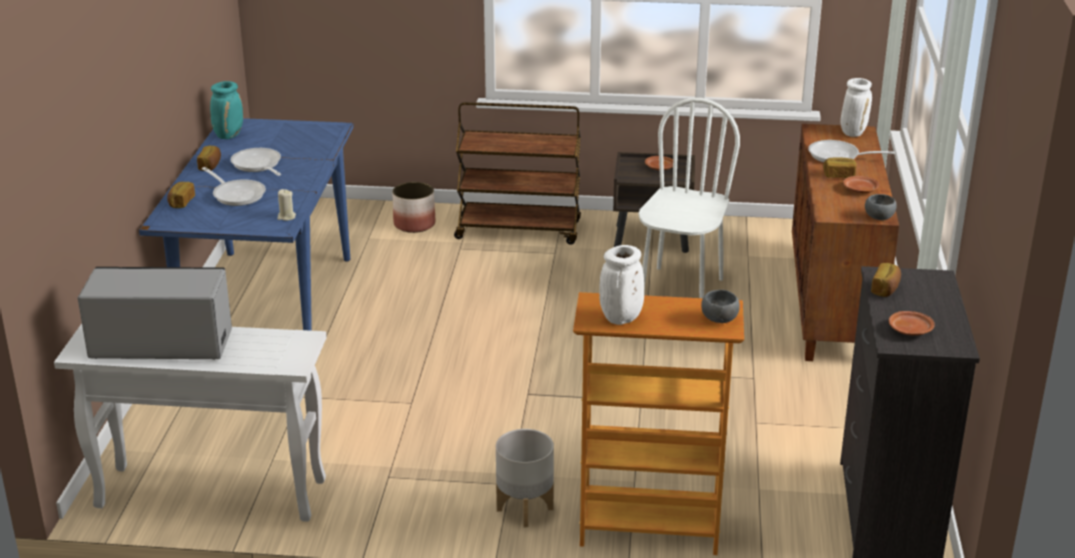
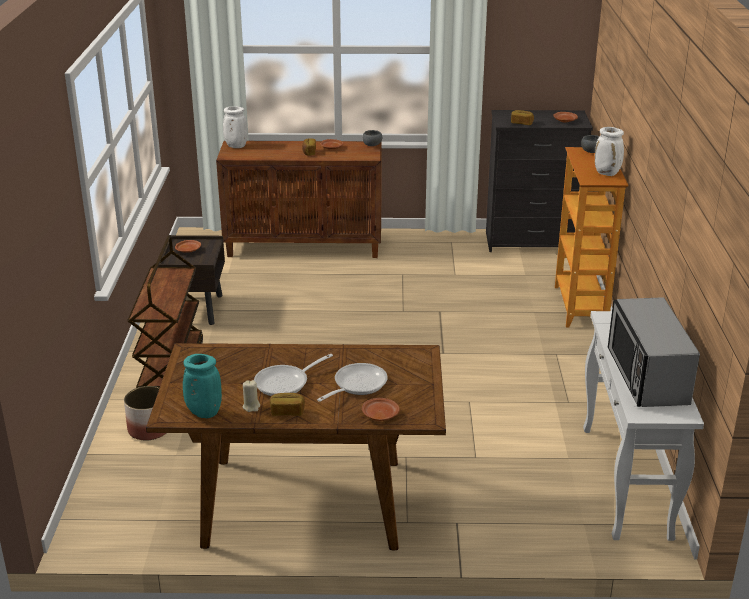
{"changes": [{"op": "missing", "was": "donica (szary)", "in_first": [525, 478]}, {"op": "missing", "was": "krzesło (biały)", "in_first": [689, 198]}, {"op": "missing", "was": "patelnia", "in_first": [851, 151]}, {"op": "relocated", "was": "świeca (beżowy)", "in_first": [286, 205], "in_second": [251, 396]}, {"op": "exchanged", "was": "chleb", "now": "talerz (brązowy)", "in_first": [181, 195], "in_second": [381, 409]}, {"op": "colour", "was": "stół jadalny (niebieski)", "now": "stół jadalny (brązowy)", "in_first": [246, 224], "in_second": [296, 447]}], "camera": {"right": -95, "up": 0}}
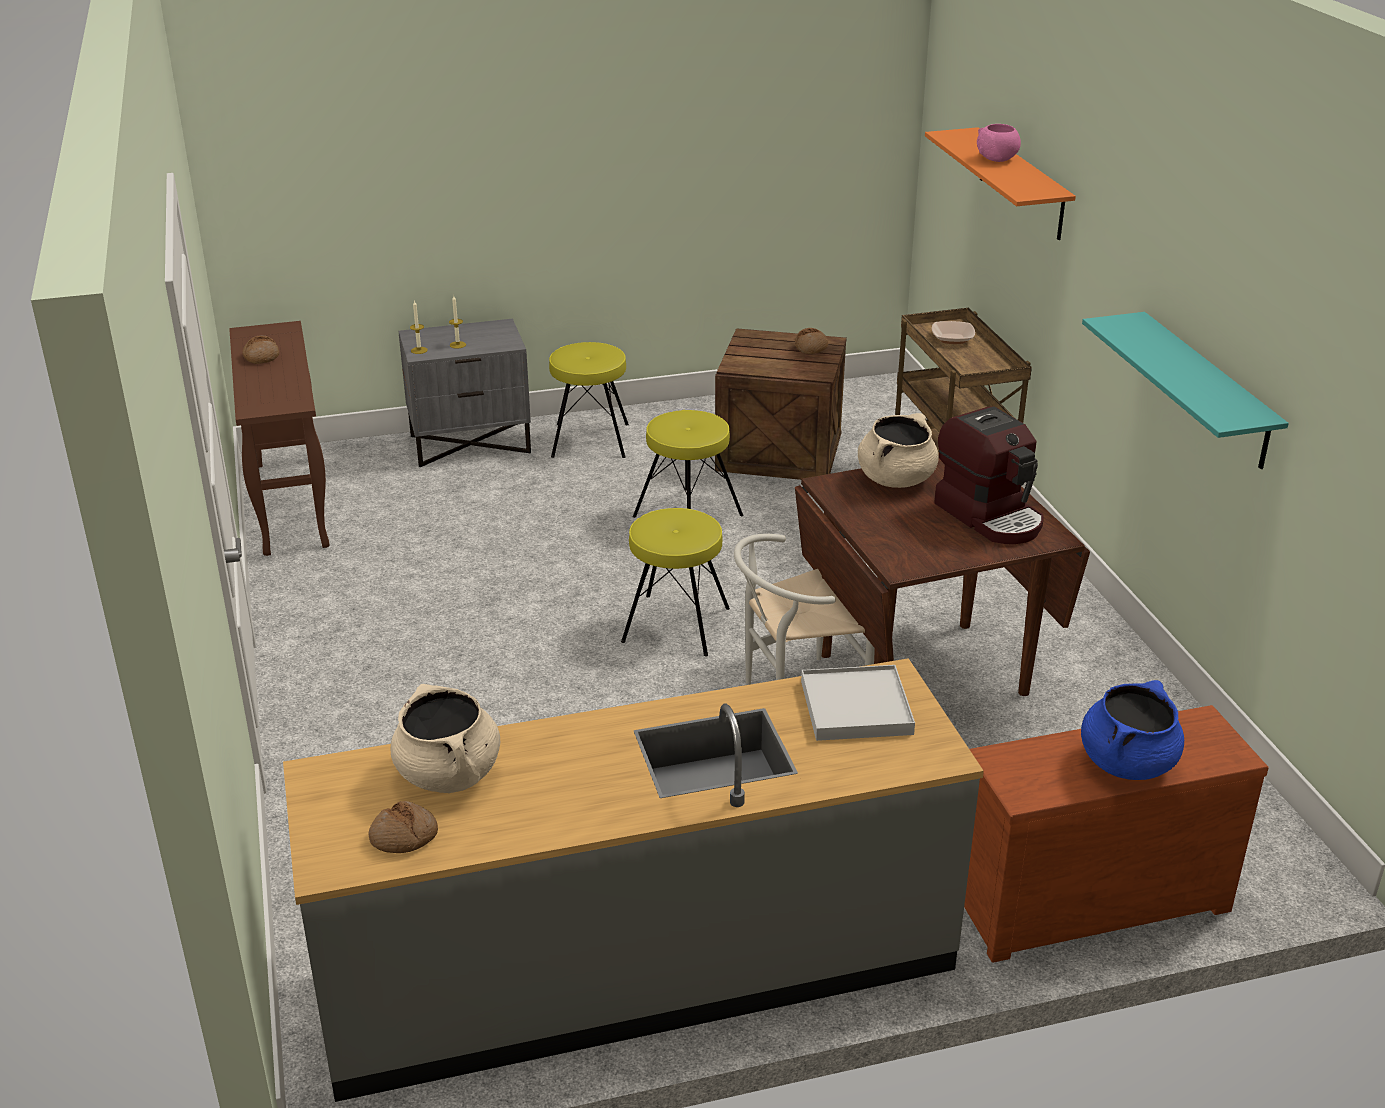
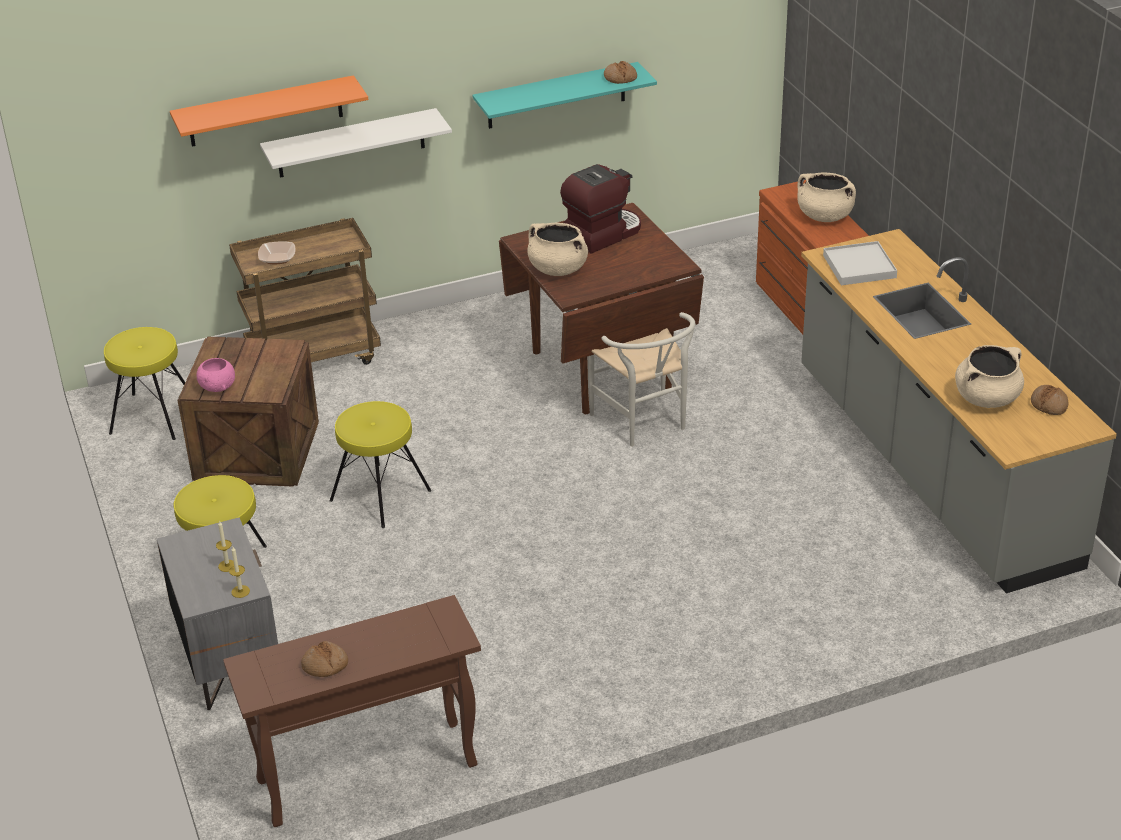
{"changes": [{"op": "appeared", "now": "półka (biały)", "in_second": [356, 143]}, {"op": "relocated", "was": "stołek (żółty)", "in_first": [675, 582], "in_second": [144, 383]}, {"op": "relocated", "was": "chleb", "in_first": [811, 341], "in_second": [620, 72]}, {"op": "relocated", "was": "miska (różowy)", "in_first": [999, 143], "in_second": [215, 375]}, {"op": "colour", "was": "garnek (niebieski)", "now": "garnek (beżowy)", "in_first": [1132, 730], "in_second": [826, 197]}], "camera": {"right": -95, "up": 5}}
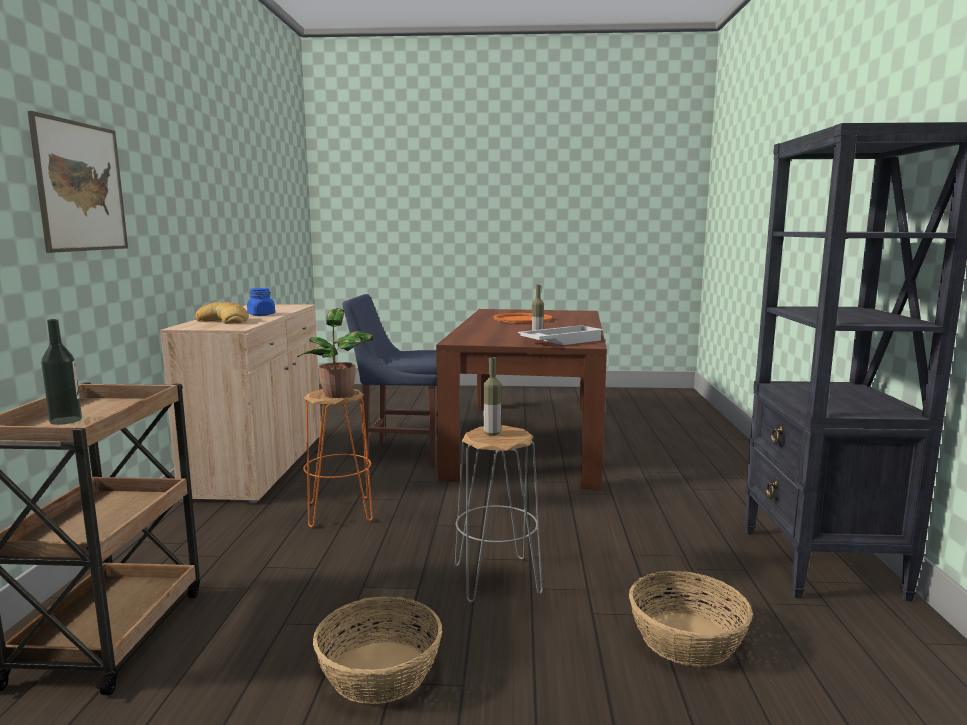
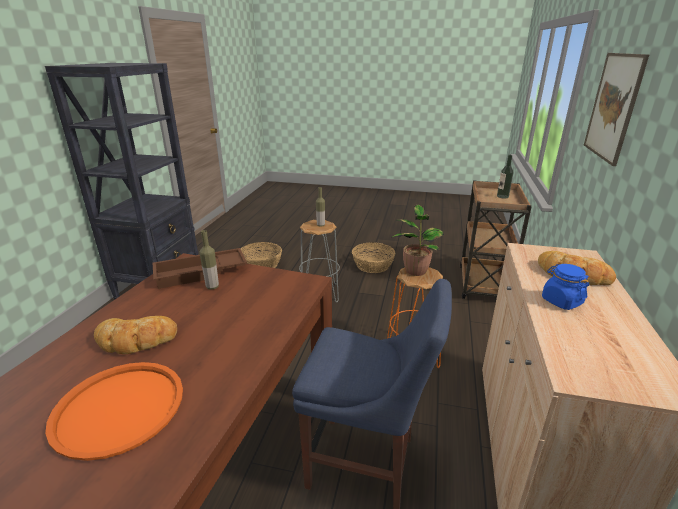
{"changes": [{"op": "appeared", "now": "chleb", "in_second": [135, 335]}, {"op": "colour", "was": "taca (biały)", "now": "taca (brązowy)", "in_first": [561, 335], "in_second": [200, 268]}], "camera": {"right": -170, "up": 15}}
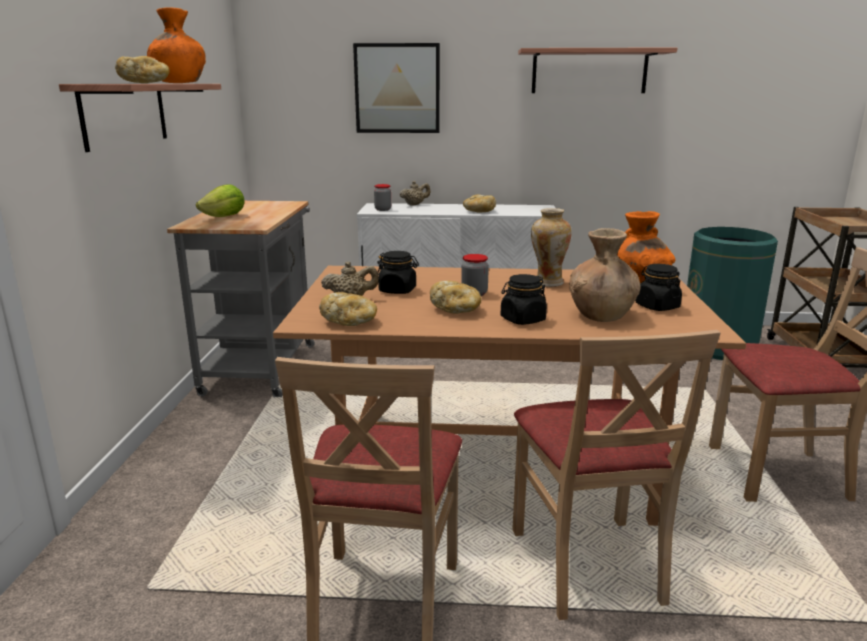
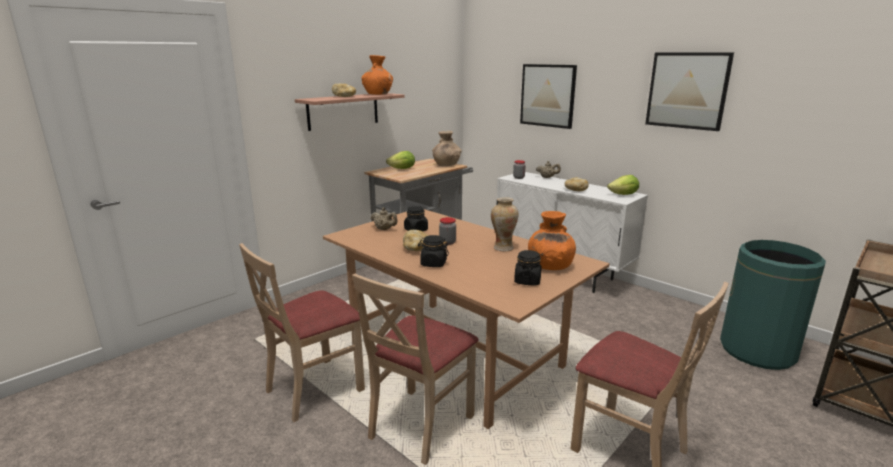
{"changes": [{"op": "missing", "was": "chleb", "in_first": [348, 309]}, {"op": "appeared", "now": "sałata", "in_second": [623, 185]}, {"op": "relocated", "was": "wazon (brązowy)", "in_first": [604, 275], "in_second": [447, 148]}, {"op": "exchanged", "was": "półka", "now": "obraz", "in_first": [597, 70], "in_second": [689, 91]}], "camera": {"right": 40, "up": 0}}
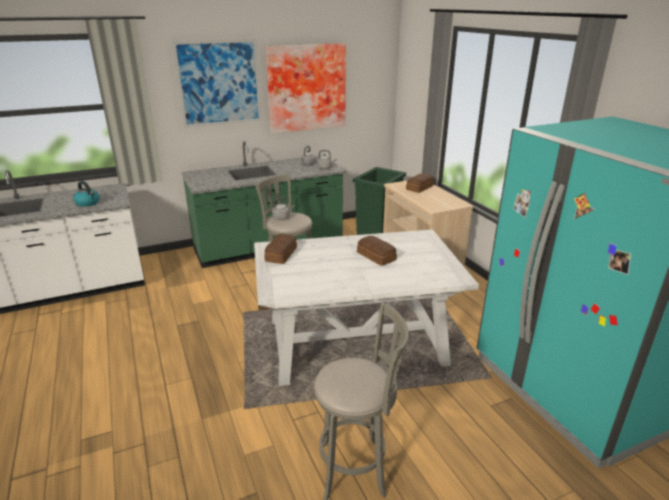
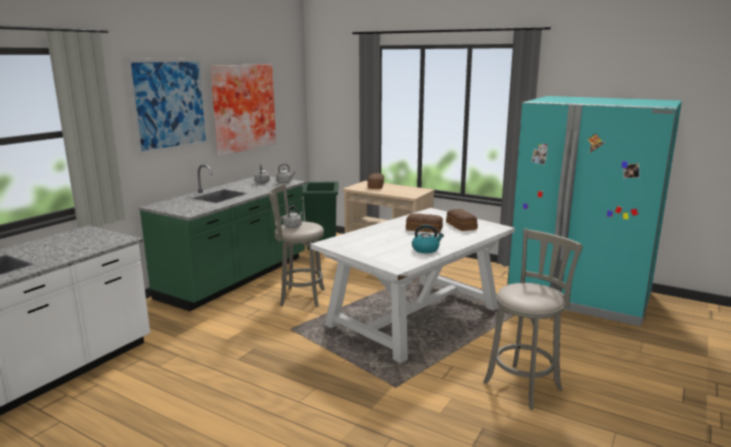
{"changes": [{"op": "relocated", "was": "czajnik", "in_first": [86, 194], "in_second": [428, 238]}, {"op": "relocated", "was": "chleb", "in_first": [281, 249], "in_second": [462, 220]}], "camera": {"right": -35, "up": -10}}
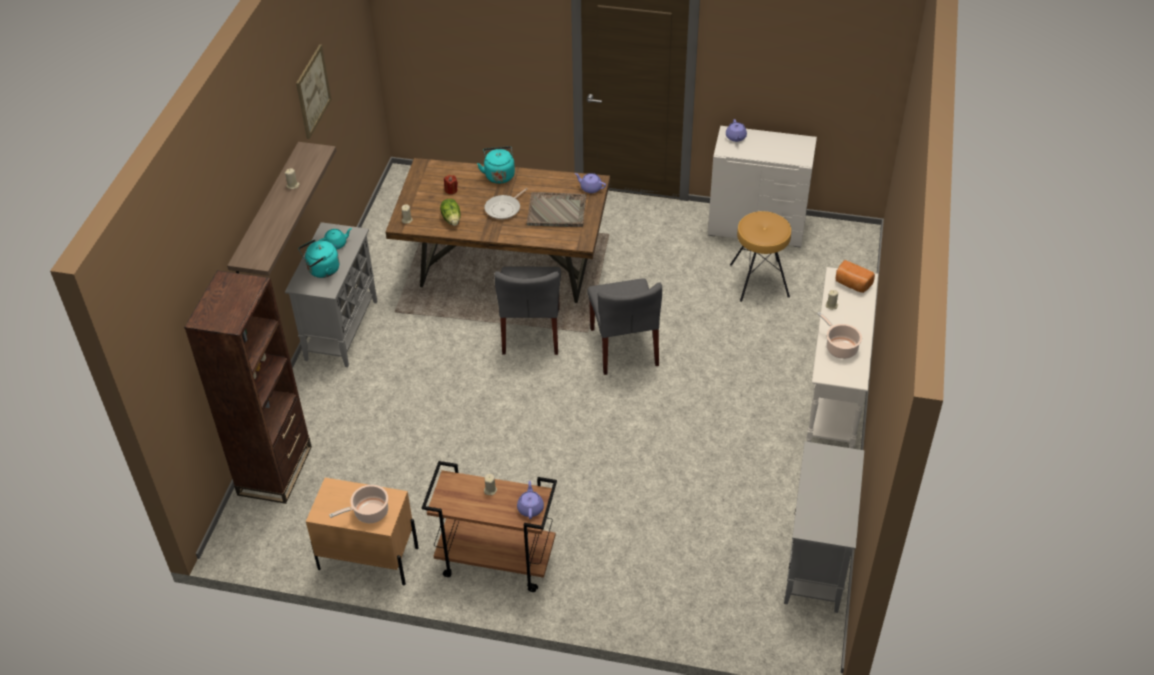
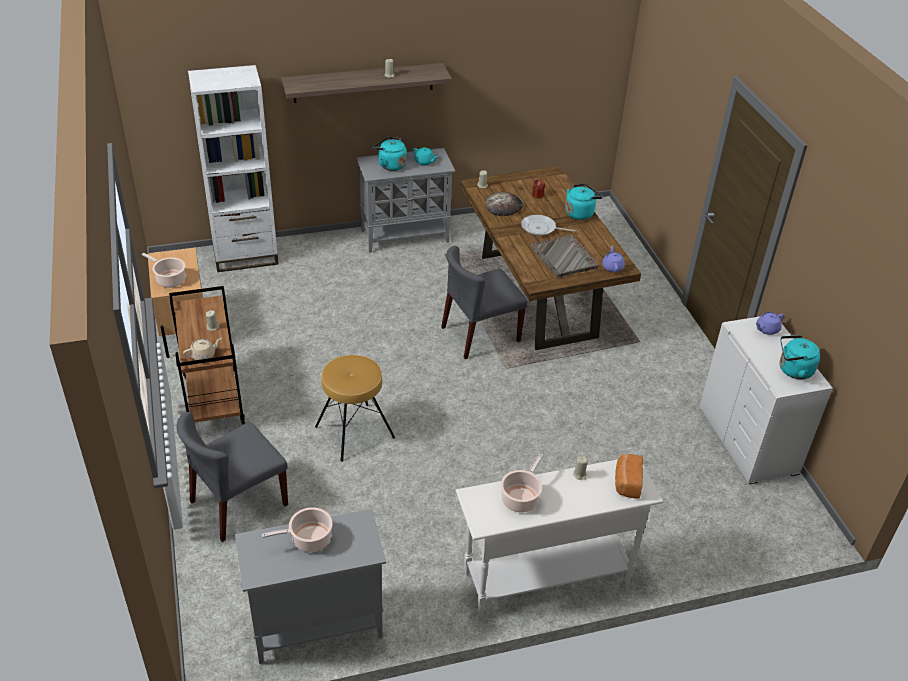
{"changes": [{"op": "missing", "was": "obraz", "in_first": [314, 91]}, {"op": "appeared", "now": "garnek", "in_second": [297, 529]}, {"op": "appeared", "now": "czajnik (turkusowy)", "in_second": [800, 357]}, {"op": "relocated", "was": "krzesło (szary)", "in_first": [625, 326], "in_second": [232, 477]}, {"op": "relocated", "was": "stołek (brązowy)", "in_first": [760, 256], "in_second": [355, 408]}, {"op": "exchanged", "was": "sałata", "now": "chleb", "in_first": [450, 212], "in_second": [504, 204]}, {"op": "colour", "was": "regał (brązowy)", "now": "regał (biały)", "in_first": [248, 387], "in_second": [233, 168]}, {"op": "colour", "was": "imbryk (fioletowy)", "now": "imbryk (beżowy)", "in_first": [530, 500], "in_second": [202, 349]}], "camera": {"right": 60, "up": -5}}
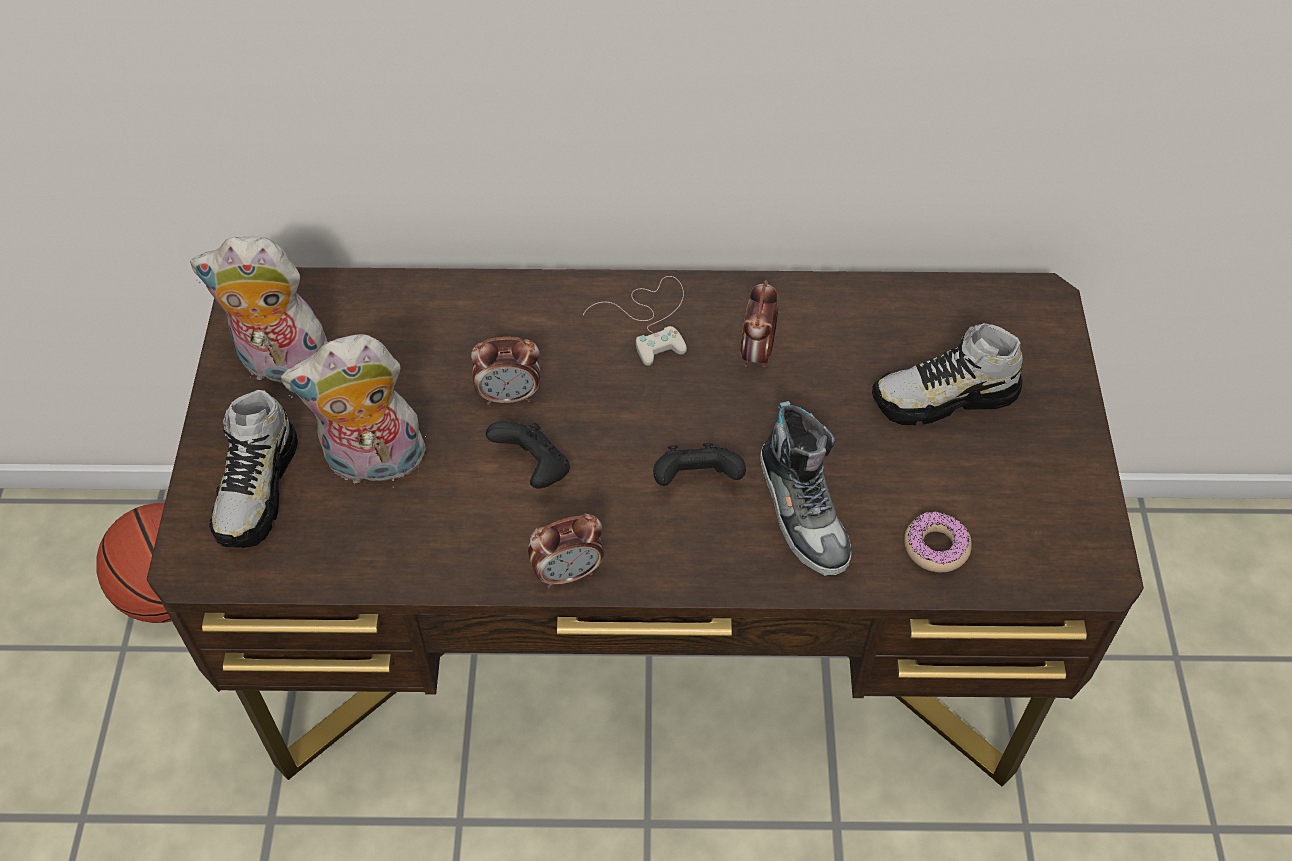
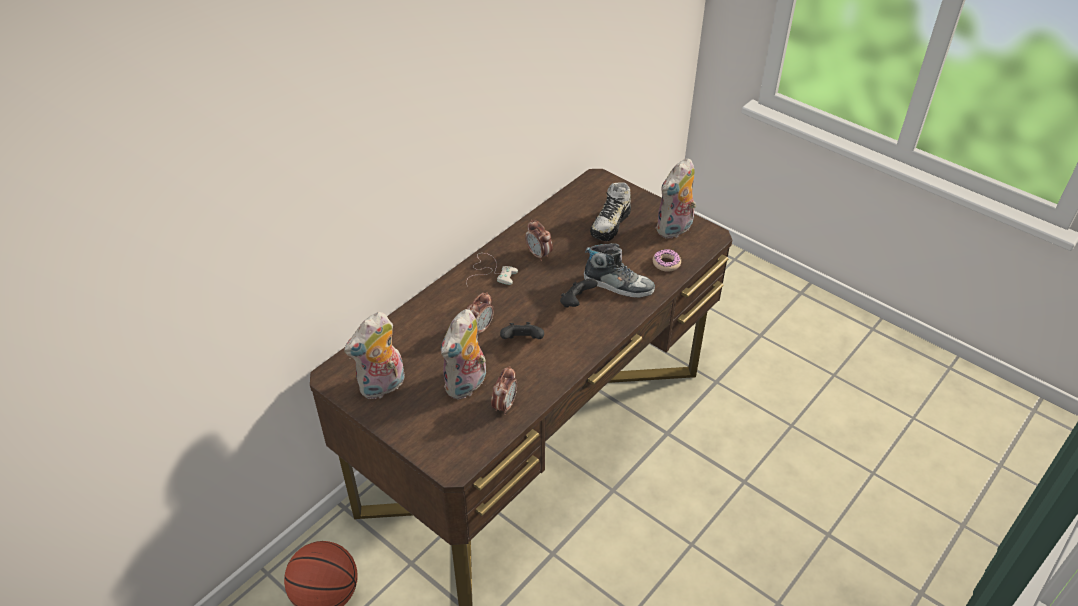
{"changes": [{"op": "missing", "was": "but", "in_first": [253, 469]}, {"op": "appeared", "now": "pluszak", "in_second": [676, 198]}, {"op": "relocated", "was": "budzik", "in_first": [566, 551], "in_second": [504, 390]}], "camera": {"right": -50, "up": -10}}
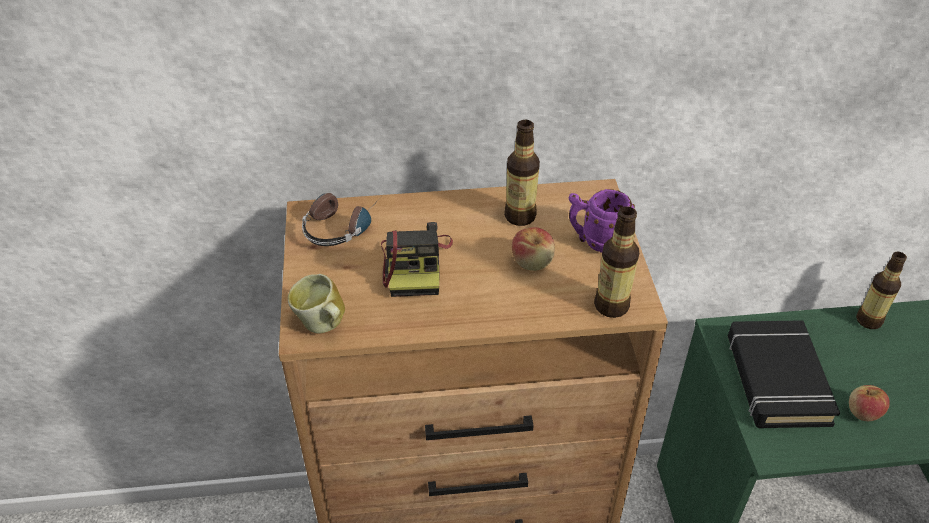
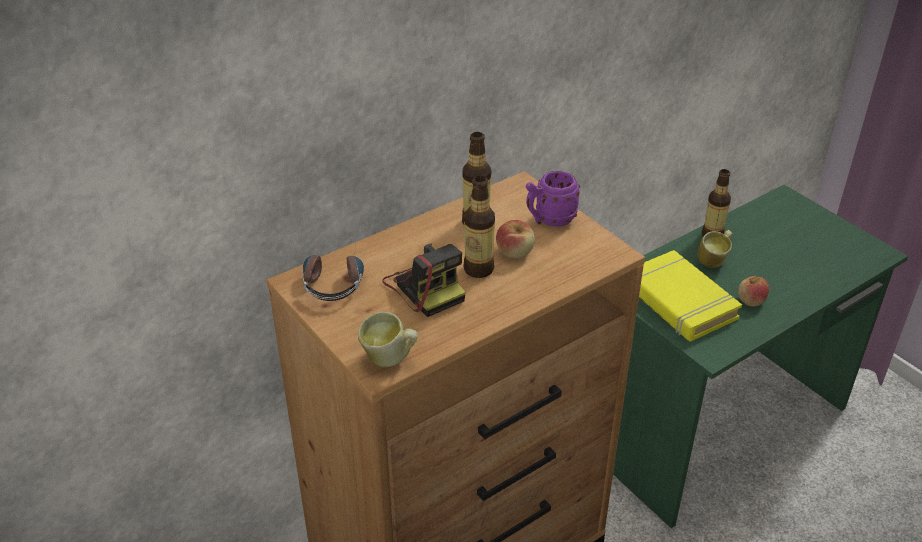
{"changes": [{"op": "appeared", "now": "kubek", "in_second": [715, 249]}, {"op": "relocated", "was": "butelka", "in_first": [616, 262], "in_second": [479, 227]}, {"op": "colour", "was": "książka (czarny)", "now": "książka (żółty)", "in_first": [784, 374], "in_second": [690, 295]}], "camera": {"right": -30, "up": -5}}
